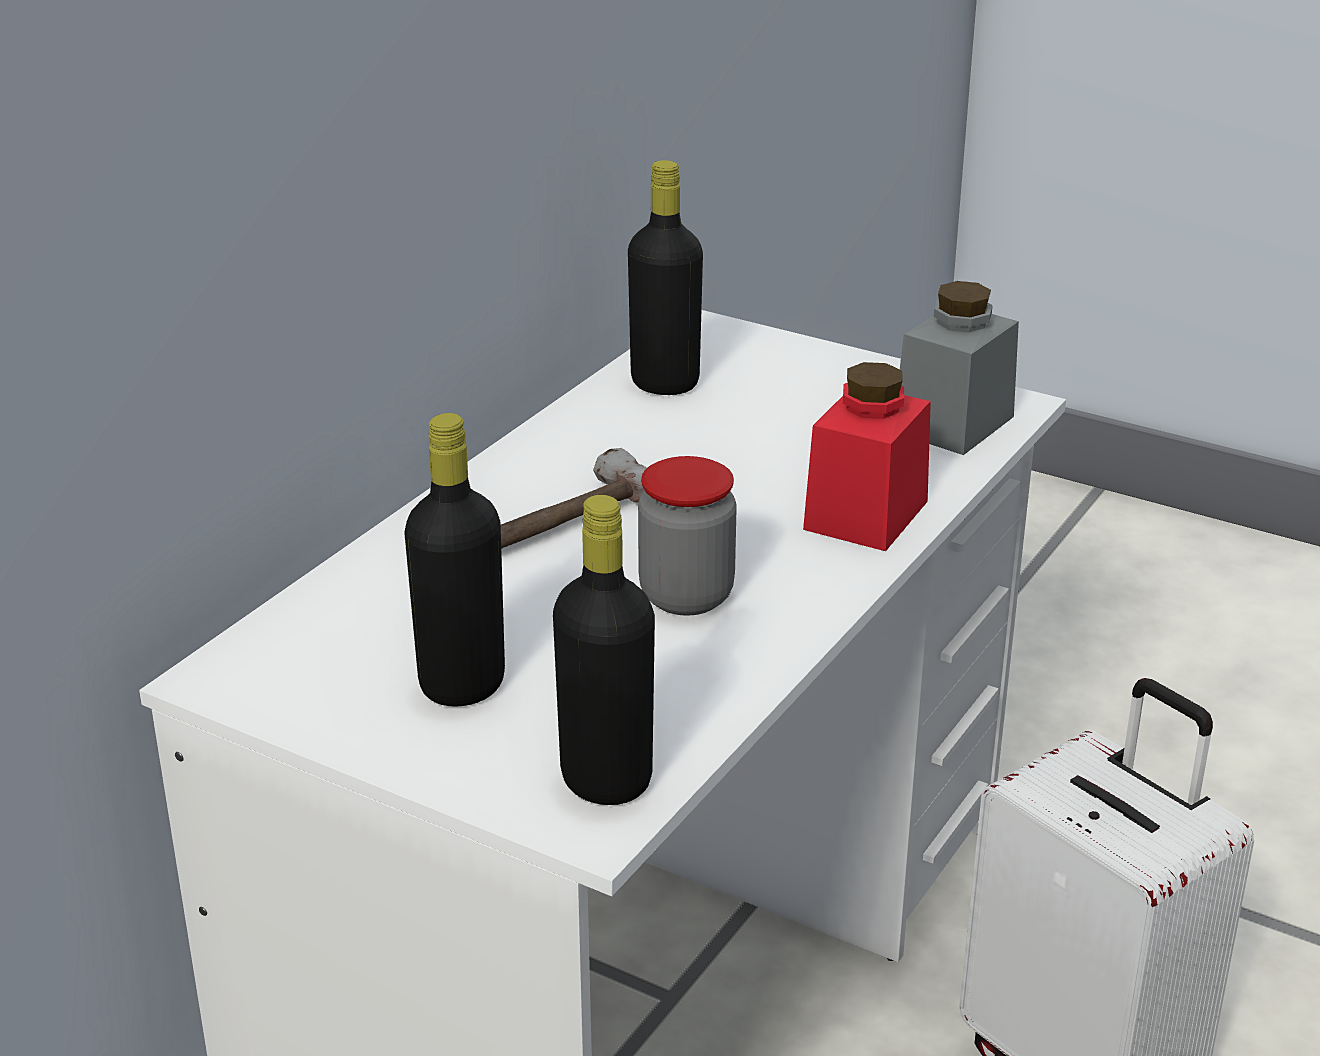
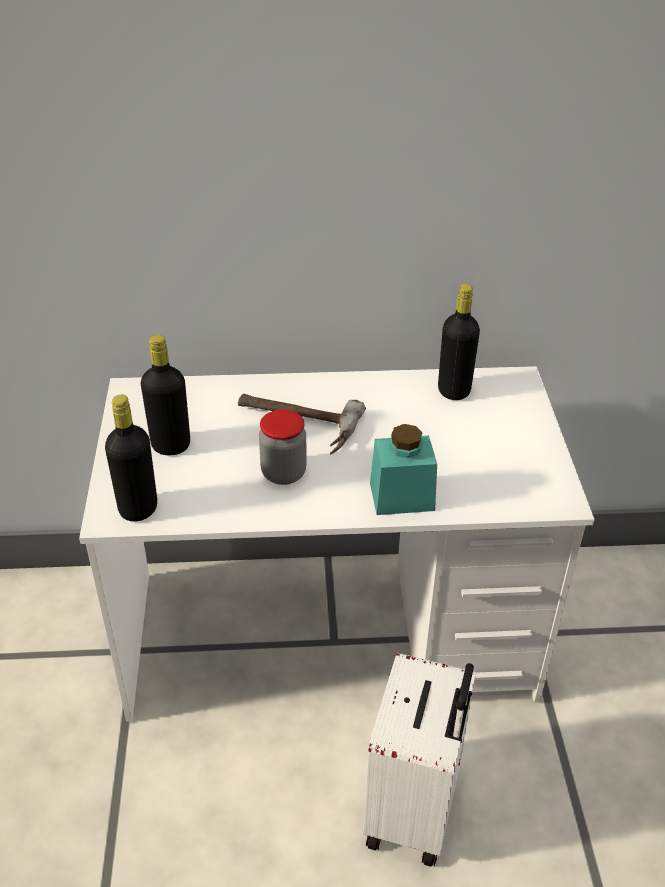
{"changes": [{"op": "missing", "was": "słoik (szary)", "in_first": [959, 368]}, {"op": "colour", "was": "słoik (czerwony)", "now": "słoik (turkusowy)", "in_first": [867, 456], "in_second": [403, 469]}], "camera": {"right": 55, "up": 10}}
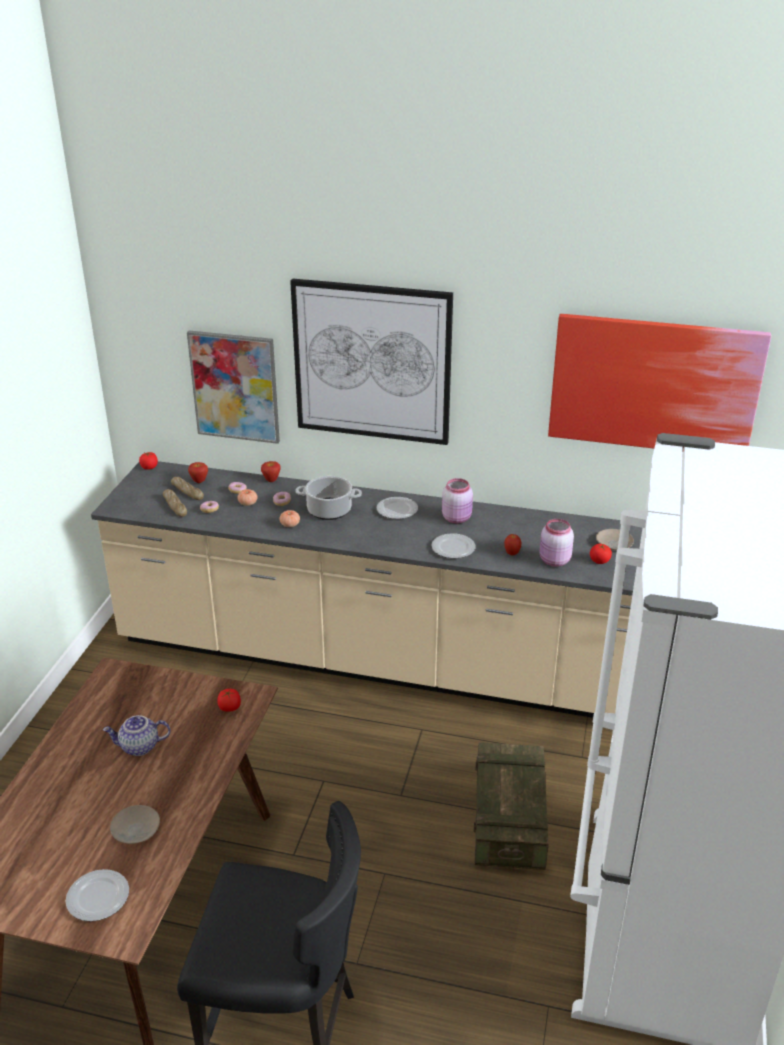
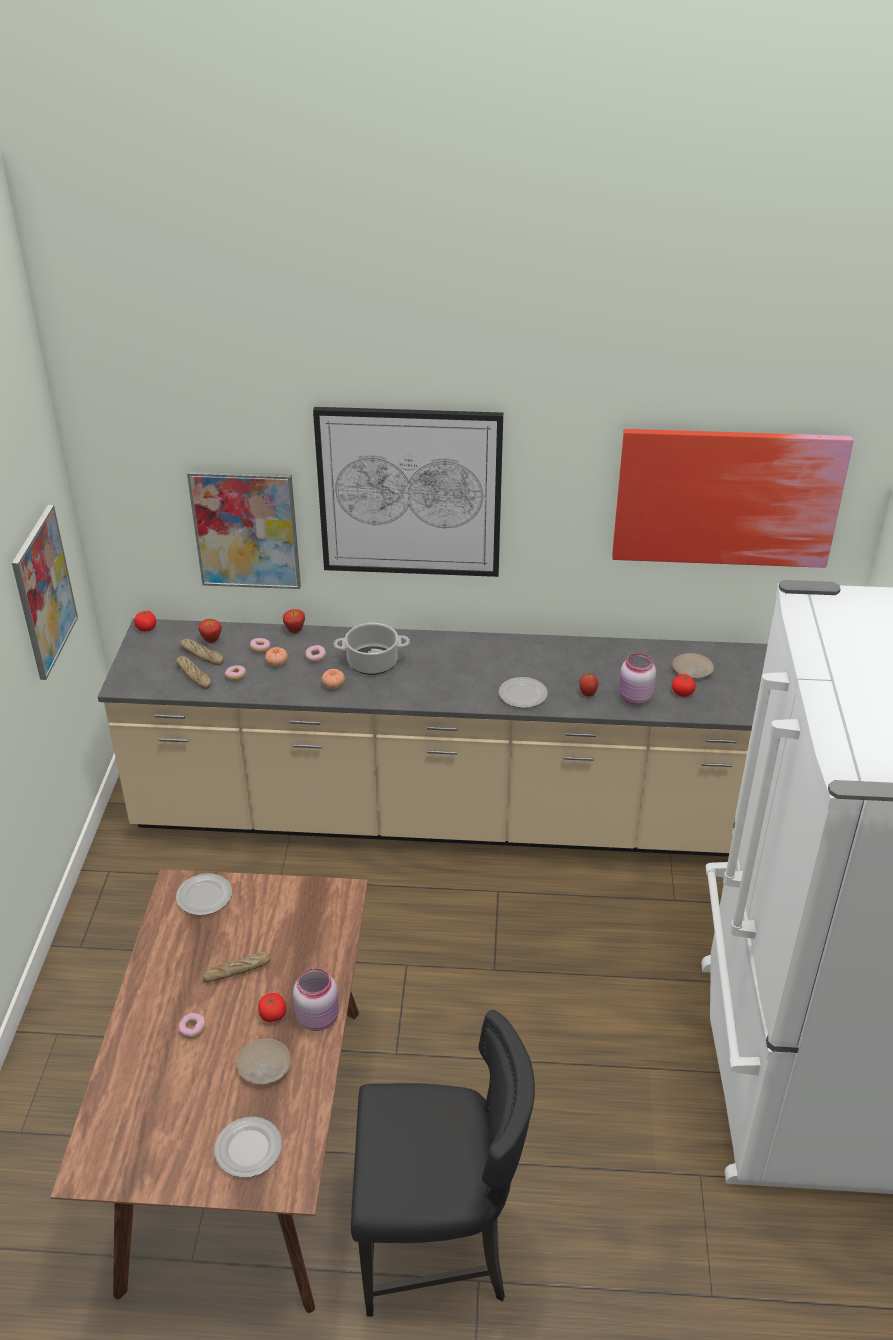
{"changes": [{"op": "missing", "was": "skrzynka", "in_first": [511, 806]}, {"op": "appeared", "now": "obraz", "in_second": [45, 592]}, {"op": "appeared", "now": "donut", "in_second": [192, 1026]}, {"op": "relocated", "was": "pomidor", "in_first": [229, 700], "in_second": [272, 1007]}, {"op": "relocated", "was": "talerz", "in_first": [397, 508], "in_second": [204, 894]}, {"op": "relocated", "was": "słoik (różowy)", "in_first": [457, 500], "in_second": [316, 999]}, {"op": "exchanged", "was": "imbryk", "now": "chleb", "in_first": [137, 735], "in_second": [237, 967]}], "camera": {"right": -10, "up": 5}}
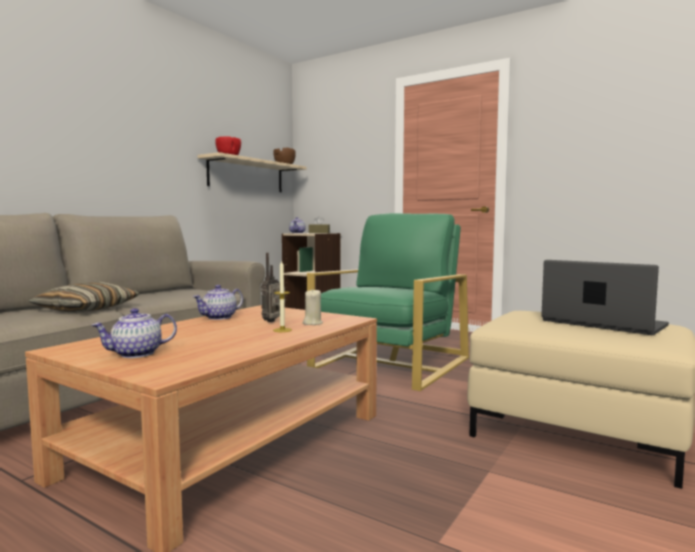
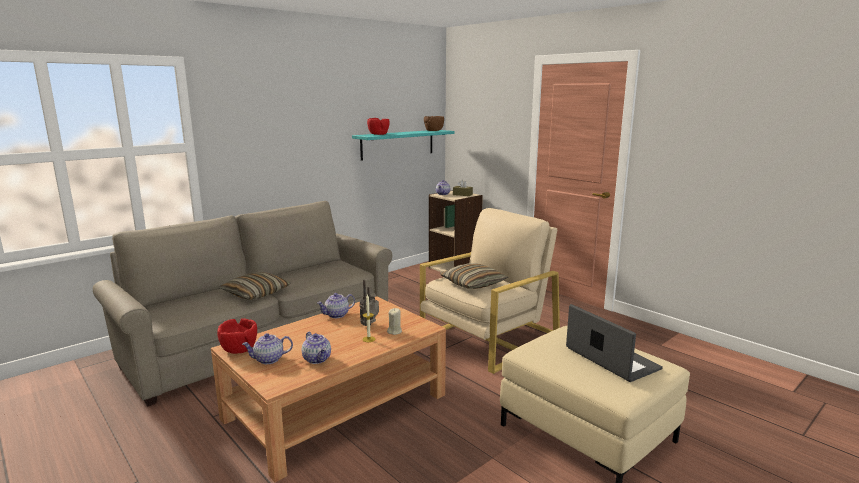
{"changes": [{"op": "appeared", "now": "miska (czerwony)", "in_second": [237, 336]}, {"op": "appeared", "now": "imbryk", "in_second": [316, 348]}, {"op": "appeared", "now": "poduszka", "in_second": [474, 276]}, {"op": "colour", "was": "półka (beżowy)", "now": "półka (turkusowy)", "in_first": [252, 172], "in_second": [403, 145]}, {"op": "colour", "was": "fotel (zielony)", "now": "fotel (beżowy)", "in_first": [388, 302], "in_second": [490, 291]}], "camera": {"right": 15, "up": 10}}
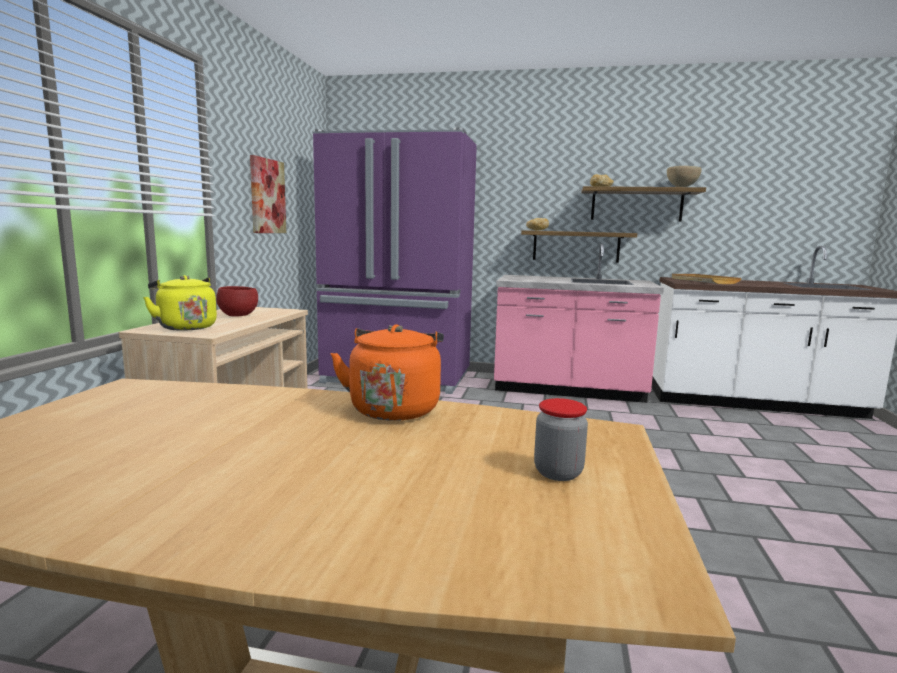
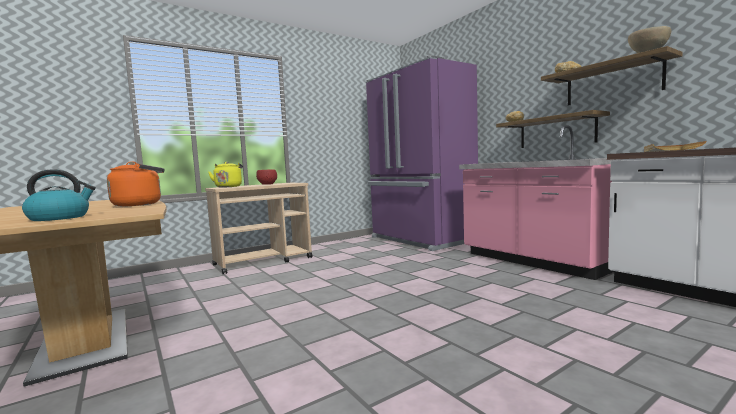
{"changes": [{"op": "missing", "was": "obraz", "in_first": [268, 194]}, {"op": "exchanged", "was": "słoik", "now": "czajnik", "in_first": [561, 439], "in_second": [59, 195]}], "camera": {"right": 45, "up": -5}}
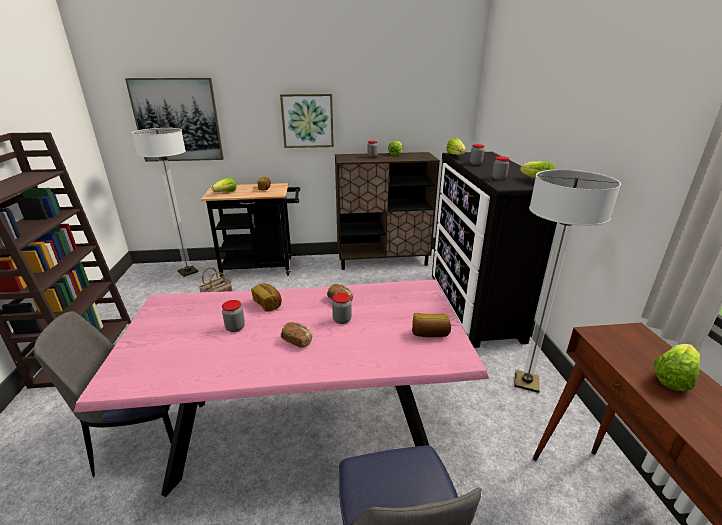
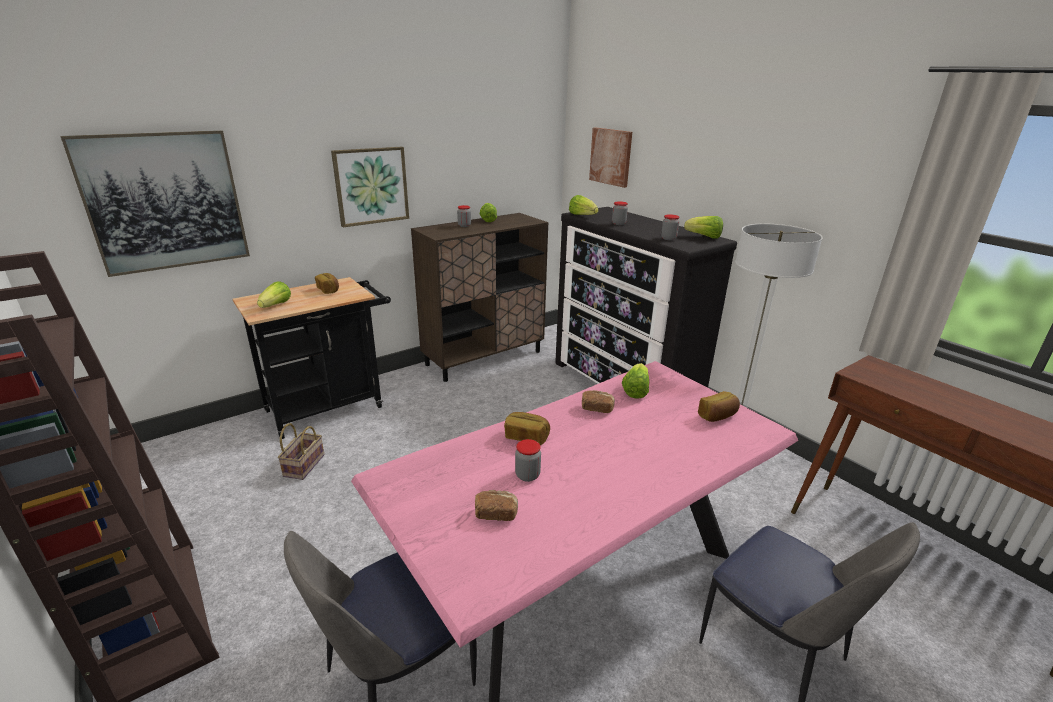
{"changes": [{"op": "missing", "was": "lampa stojąca", "in_first": [165, 202]}, {"op": "missing", "was": "słoik", "in_first": [342, 308]}, {"op": "appeared", "now": "obraz", "in_second": [610, 158]}, {"op": "relocated", "was": "chleb", "in_first": [296, 335], "in_second": [496, 505]}, {"op": "relocated", "was": "sałata", "in_first": [677, 368], "in_second": [635, 380]}], "camera": {"right": -30, "up": 0}}
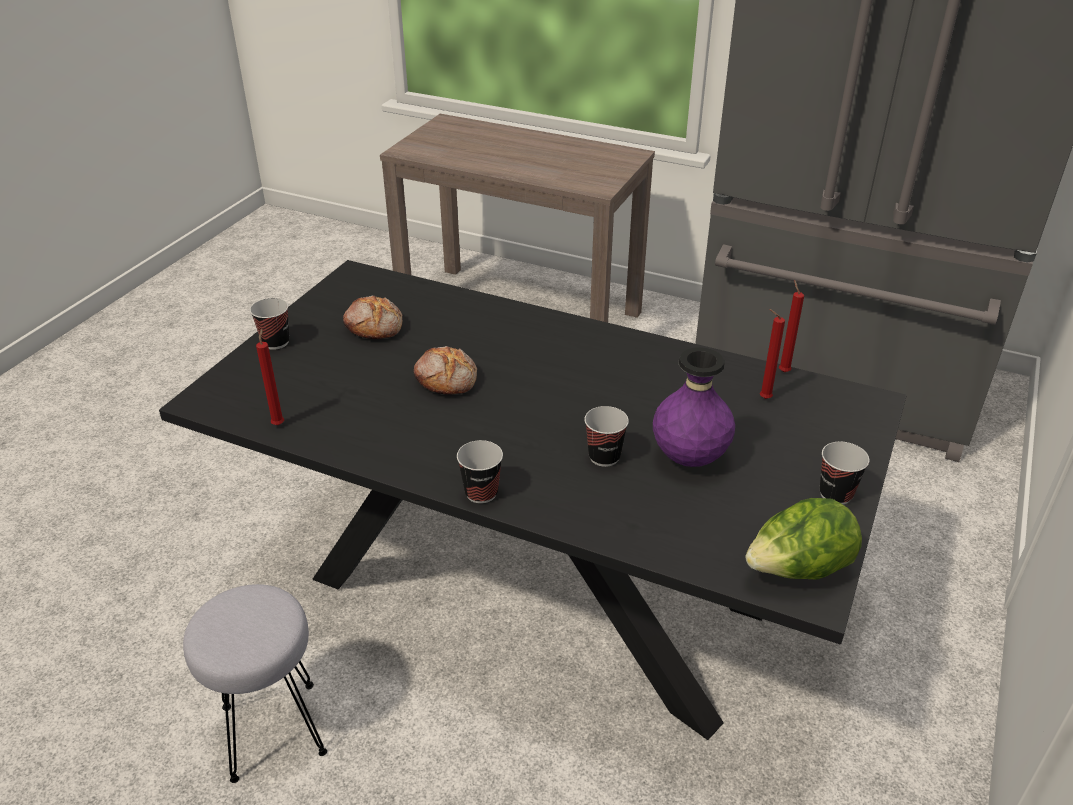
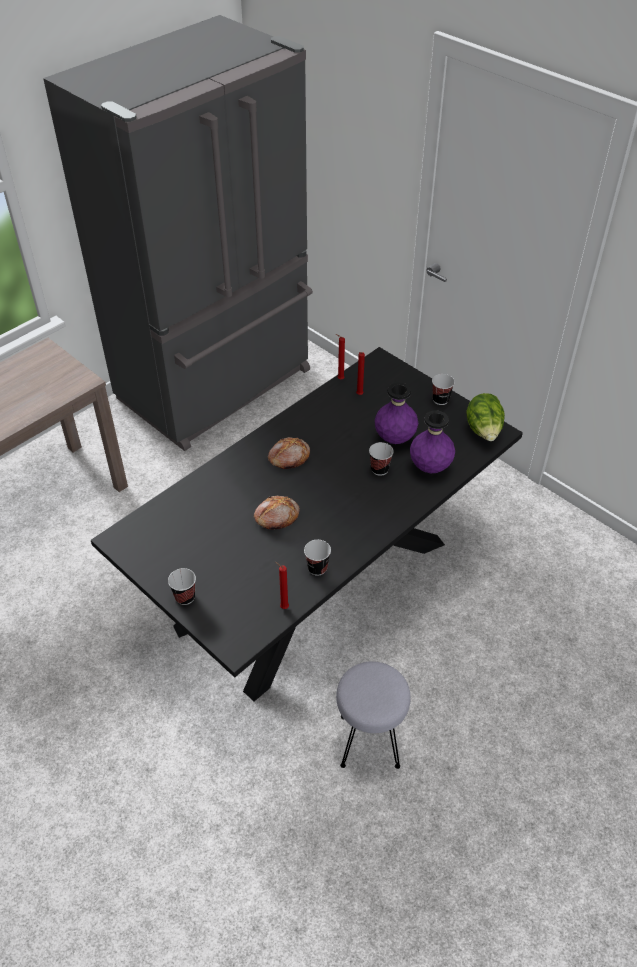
{"changes": [{"op": "appeared", "now": "wazon (fioletowy)", "in_second": [432, 441]}, {"op": "relocated", "was": "chleb", "in_first": [372, 317], "in_second": [289, 453]}, {"op": "relocated", "was": "filiżanka", "in_first": [480, 472], "in_second": [317, 558]}], "camera": {"right": -70, "up": 10}}
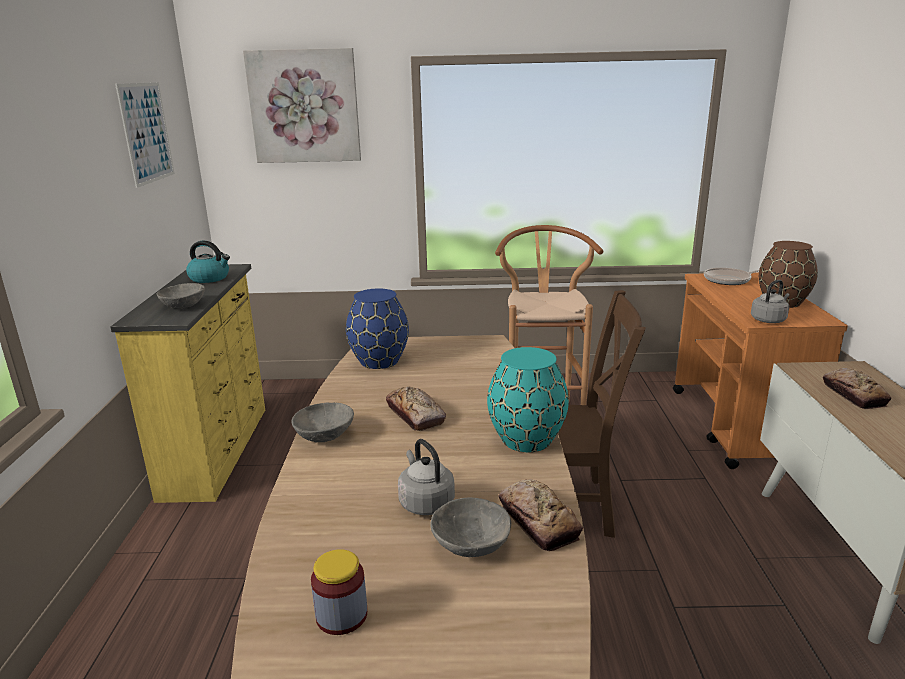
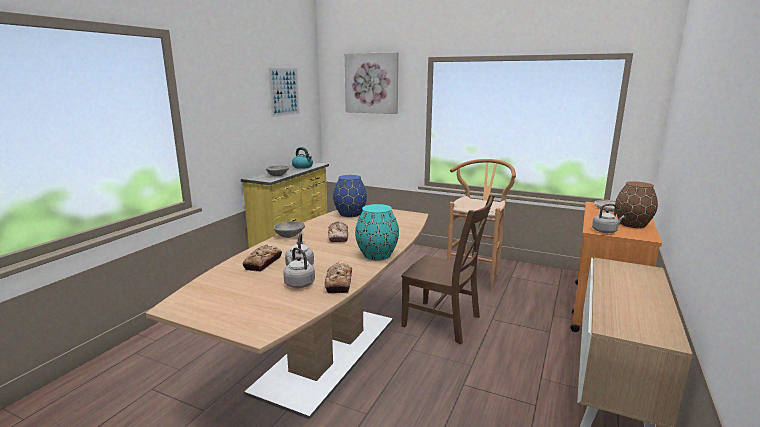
{"changes": [{"op": "missing", "was": "słoik", "in_first": [339, 592]}, {"op": "relocated", "was": "chleb", "in_first": [857, 388], "in_second": [262, 258]}, {"op": "exchanged", "was": "miska (szary)", "now": "czajnik (szary)", "in_first": [470, 527], "in_second": [299, 267]}], "camera": {"right": 25, "up": -5}}
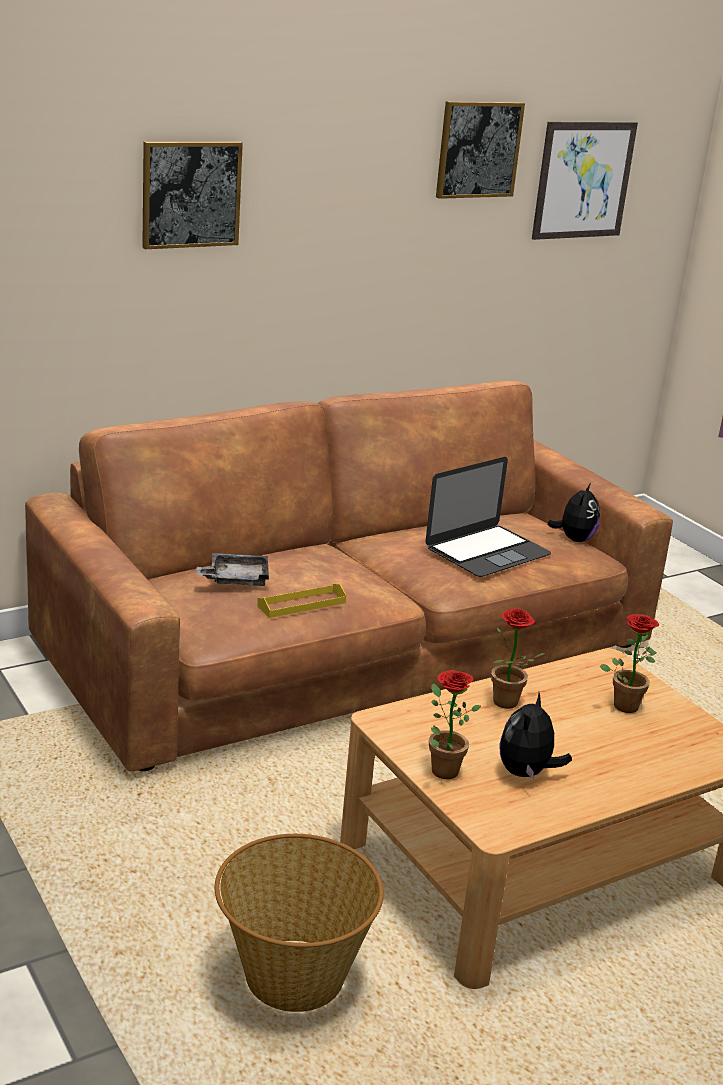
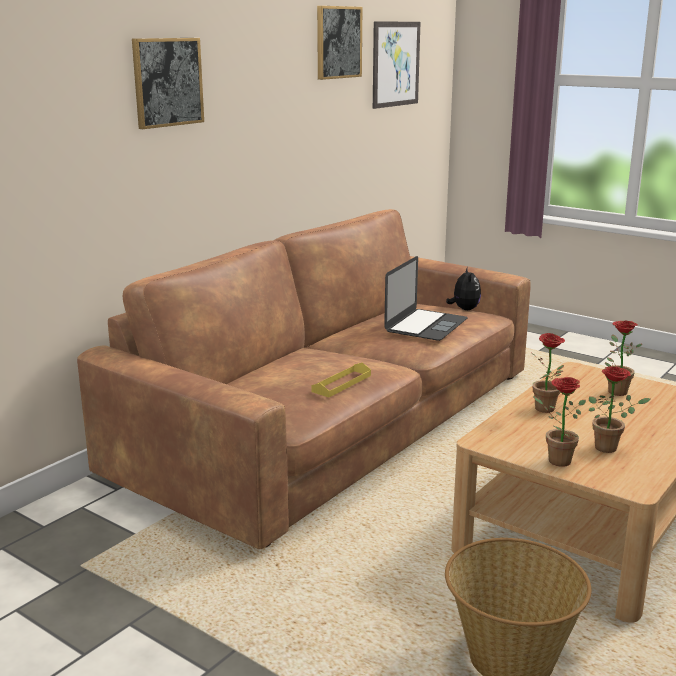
{"changes": [{"op": "missing", "was": "taca (szary)", "in_first": [232, 569]}, {"op": "exchanged", "was": "pluszak", "now": "roślina doniczkowa", "in_first": [535, 736], "in_second": [619, 409]}], "camera": {"right": -20, "up": -5}}
